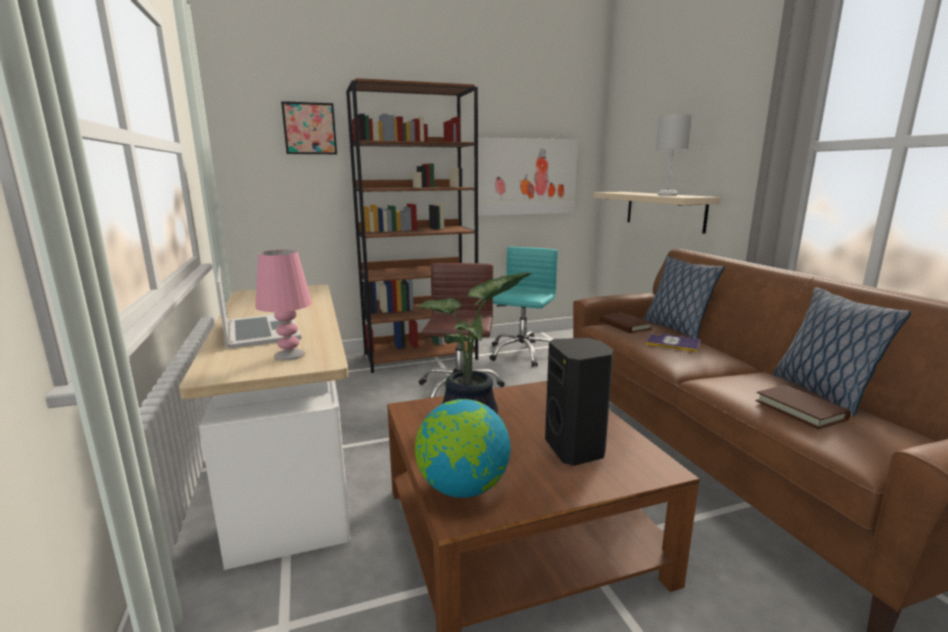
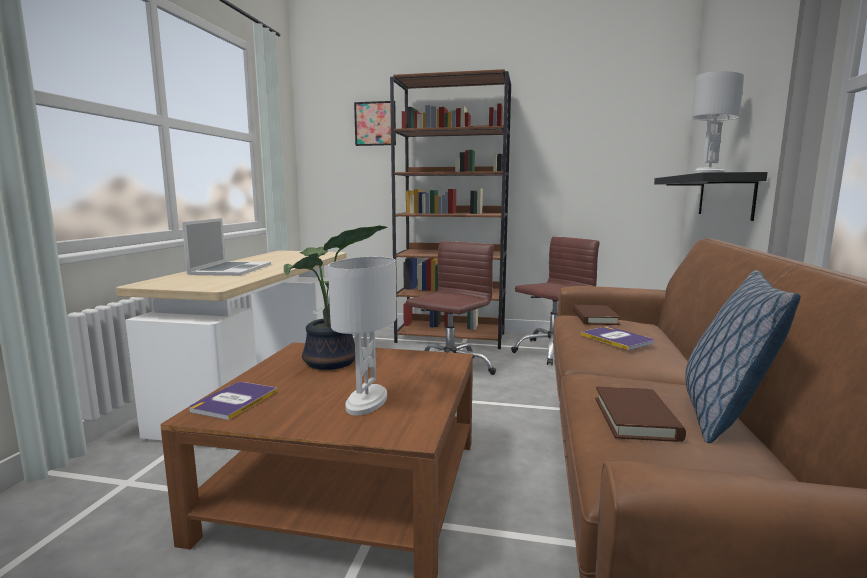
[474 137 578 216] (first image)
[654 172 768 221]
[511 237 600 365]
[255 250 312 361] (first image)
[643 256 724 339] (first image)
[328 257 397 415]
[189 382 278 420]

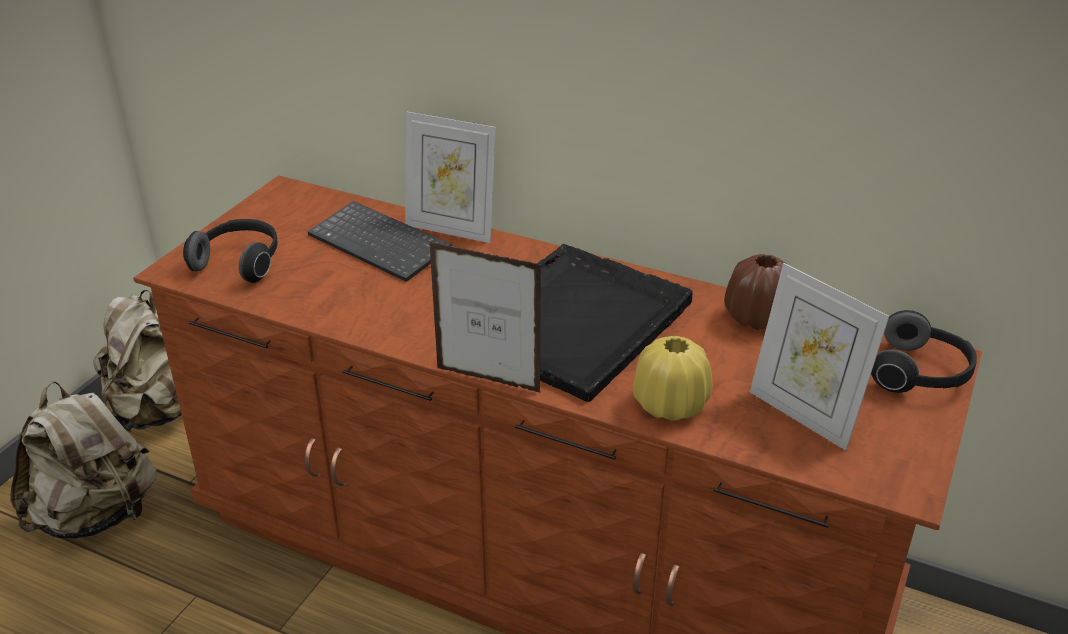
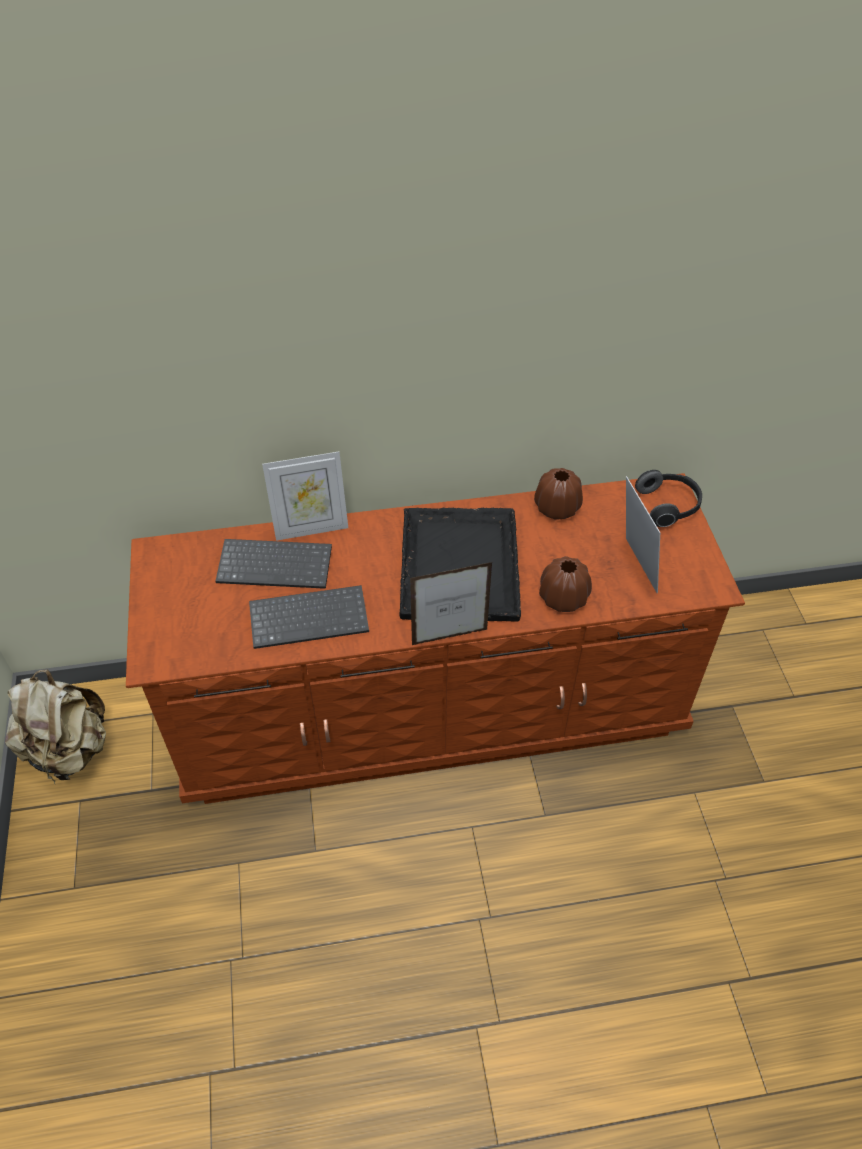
[183 219 278 283] (first image)
[626 476 660 593]
[539 556 592 612]
[10 381 156 538] (first image)
[249 585 369 649]

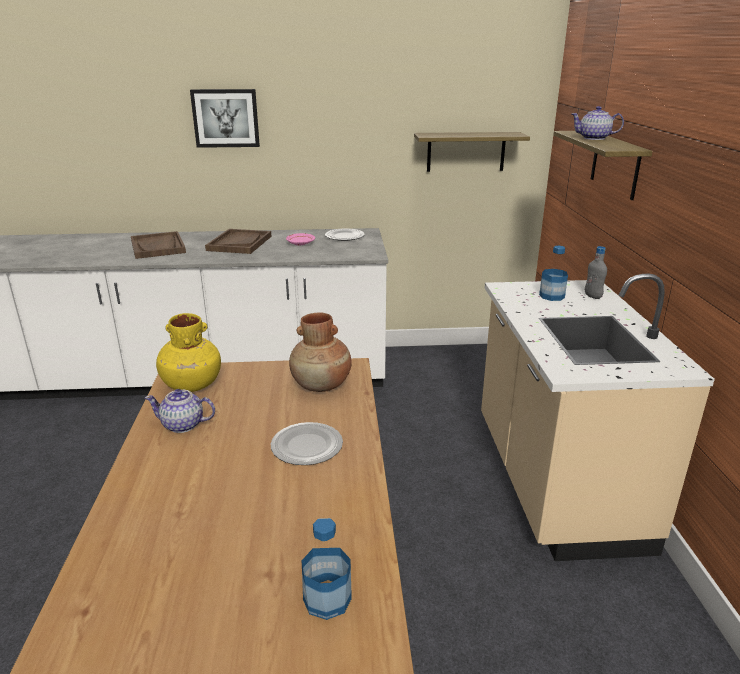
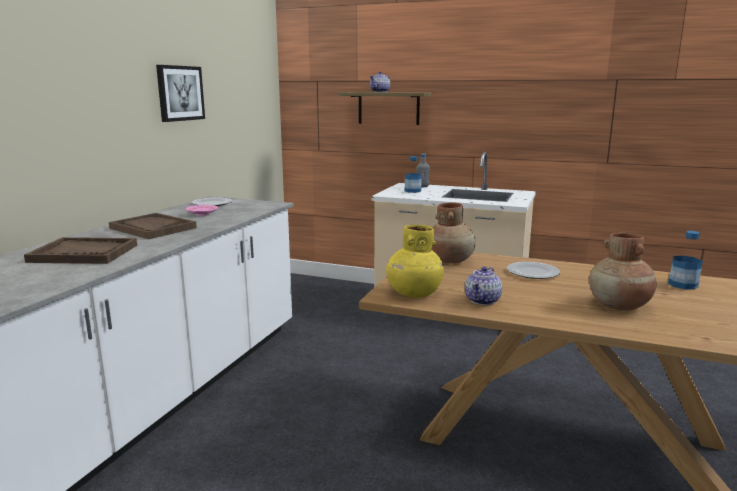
[156 65 205 122]
[414 132 530 172] (first image)
[589 232 657 310]

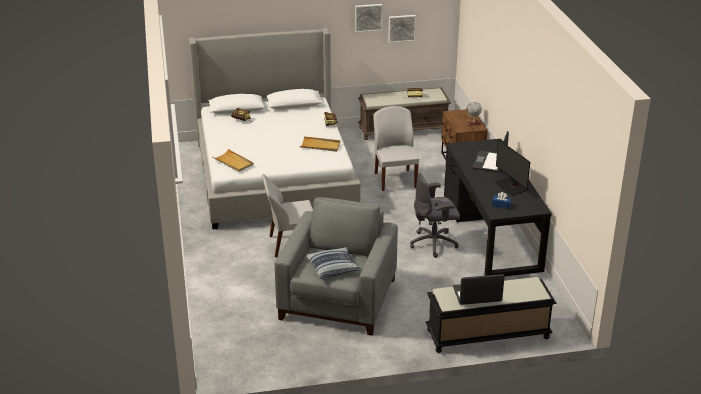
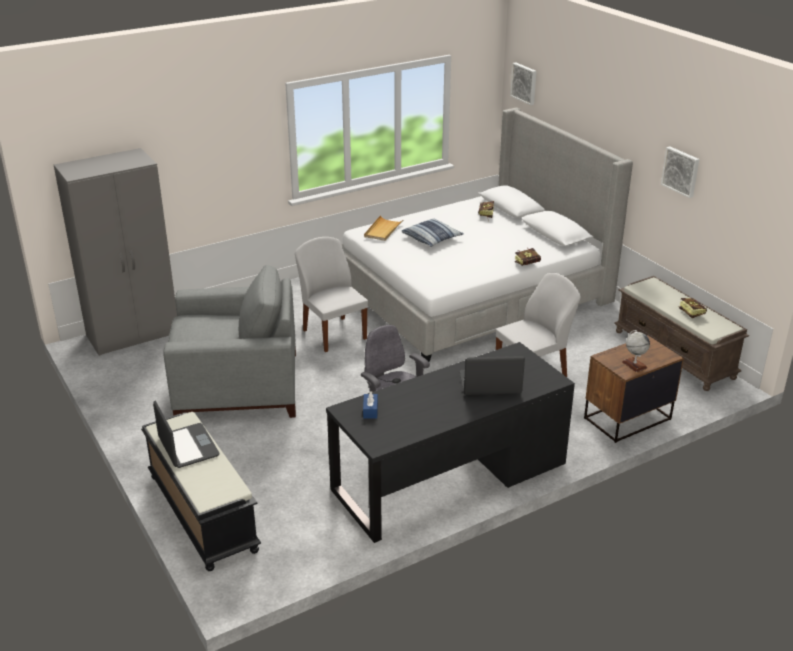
[510 62 537 105]
[300 136 341 152] (first image)
[494 139 530 195] (first image)
[401 218 463 247]
[54 148 177 356]

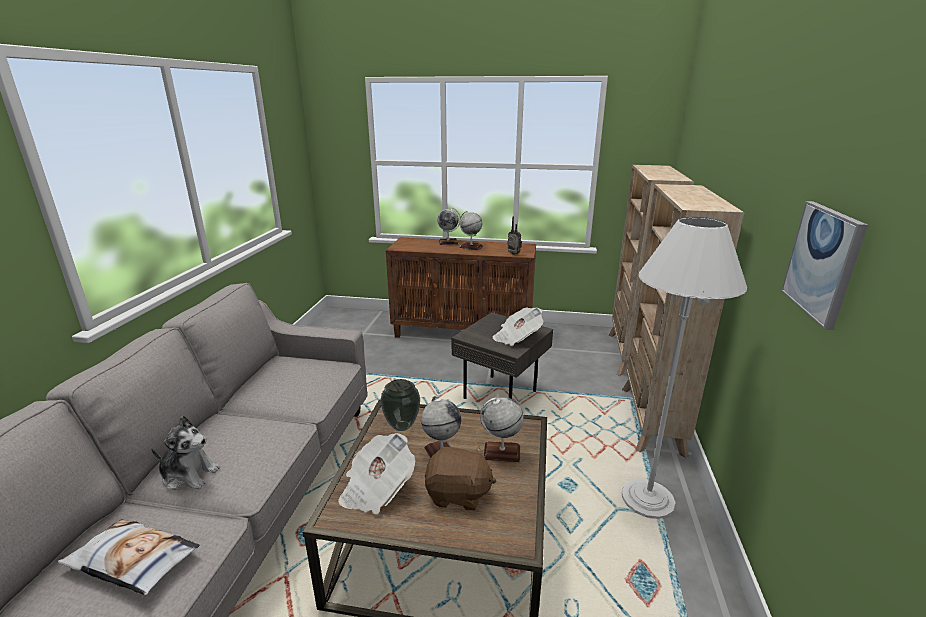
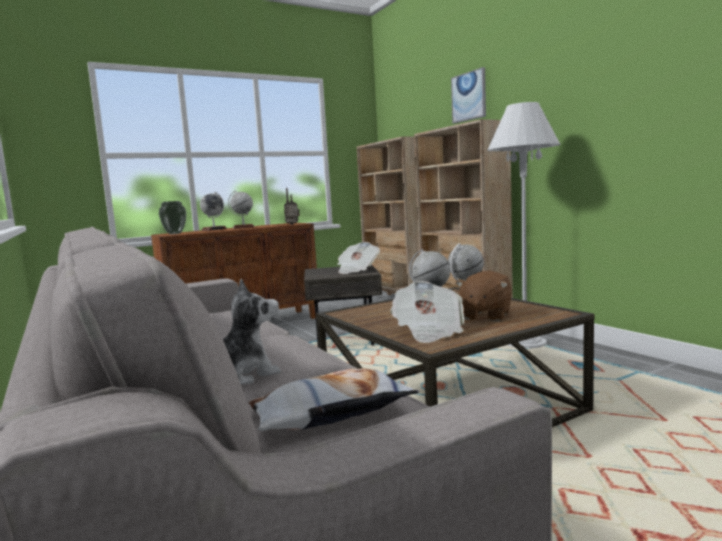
[451 67 486 124]
[159 201 186 234]
[456 271 512 321]

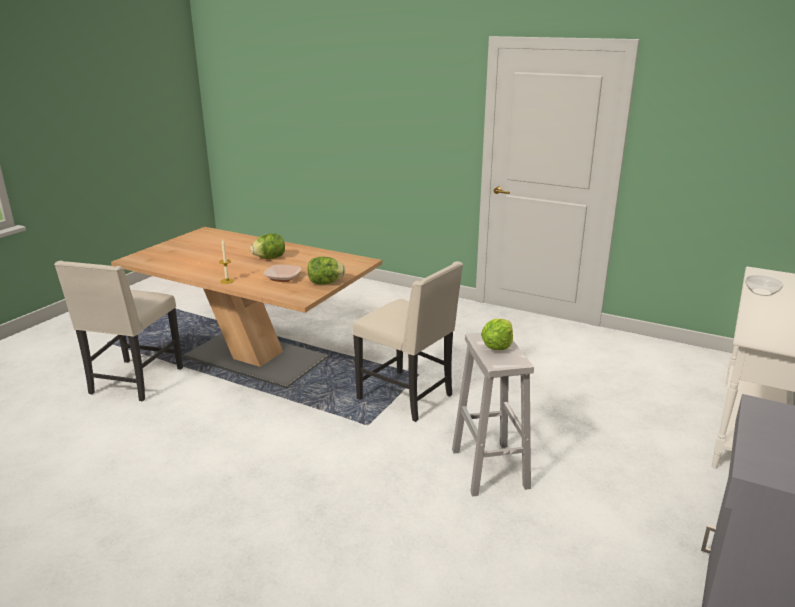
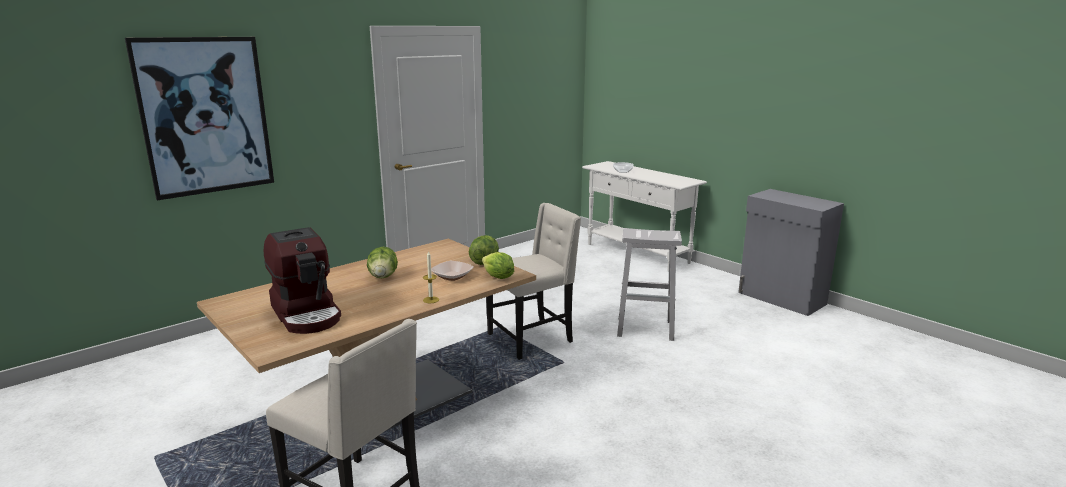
[482 252 514 279]
[125 37 274 200]
[264 227 341 334]

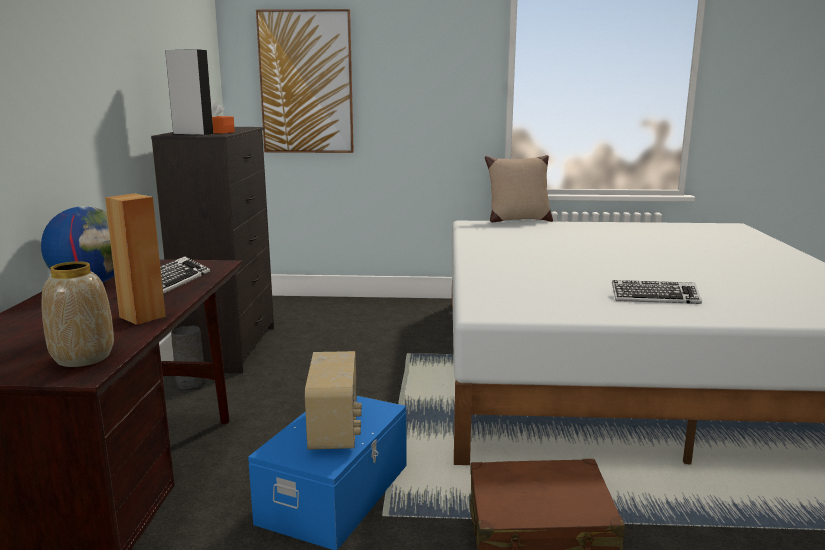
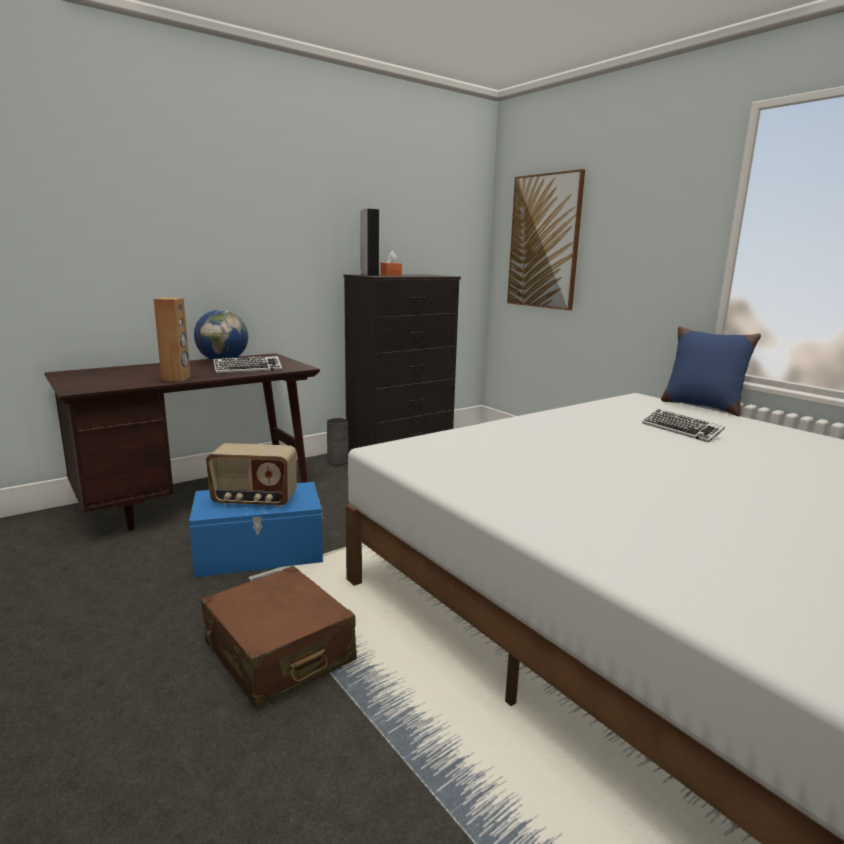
[661 326 761 416]
[42 261 114 367] (first image)
[642 409 725 442]
[206 443 297 507]

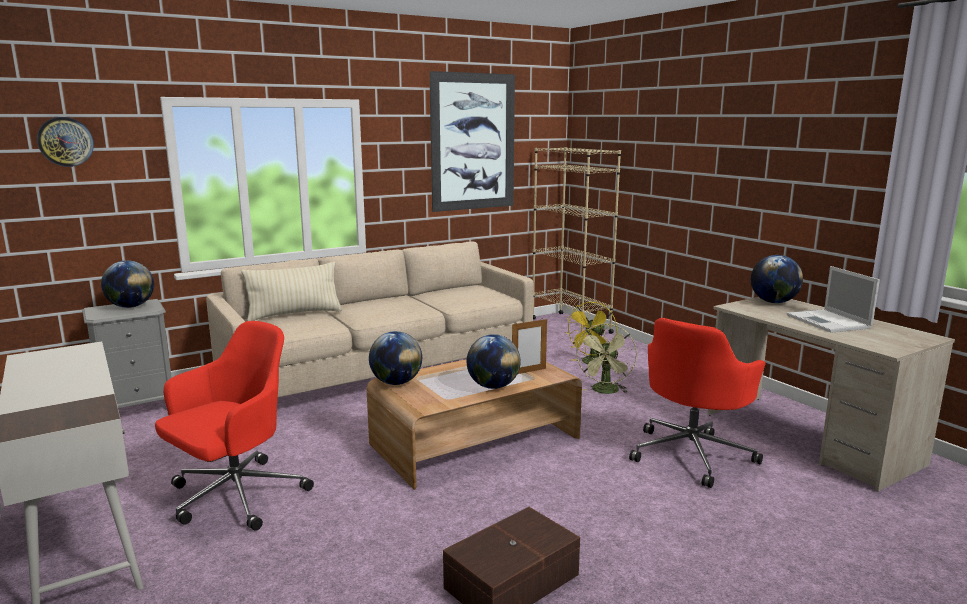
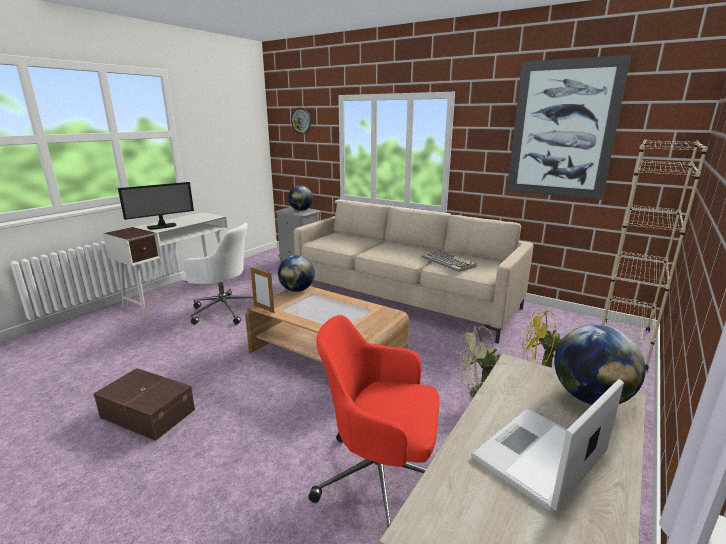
[241 262 342 321] (first image)
[250 267 274 313]
[180 223 253 325]
[467 334 521 389] (first image)
[118 182 194 230]
[421 250 476 272]

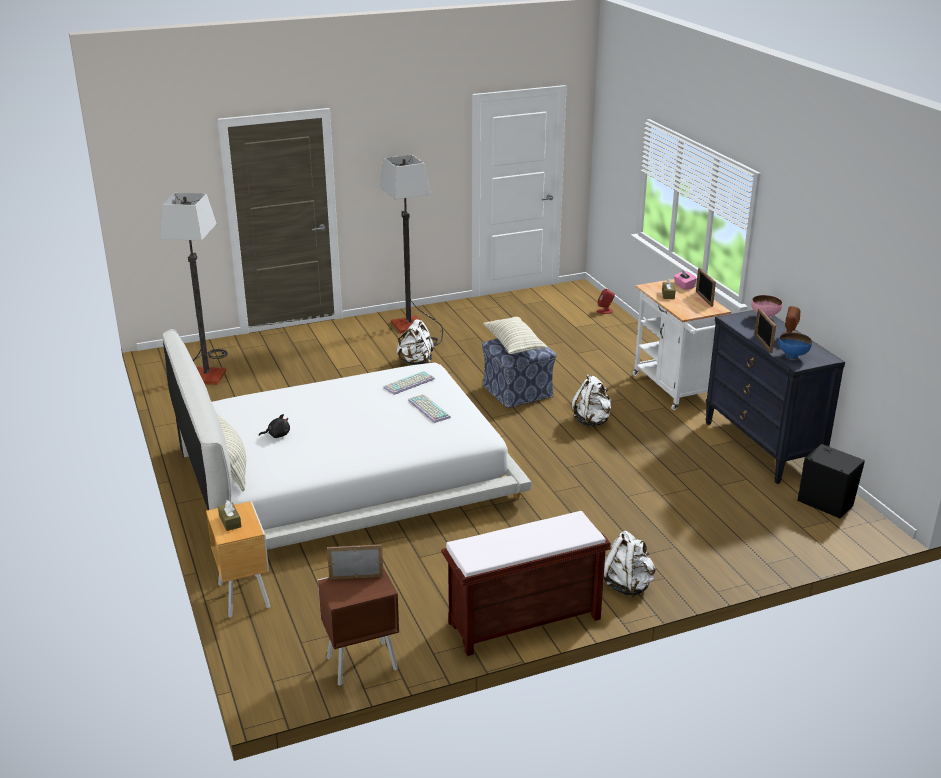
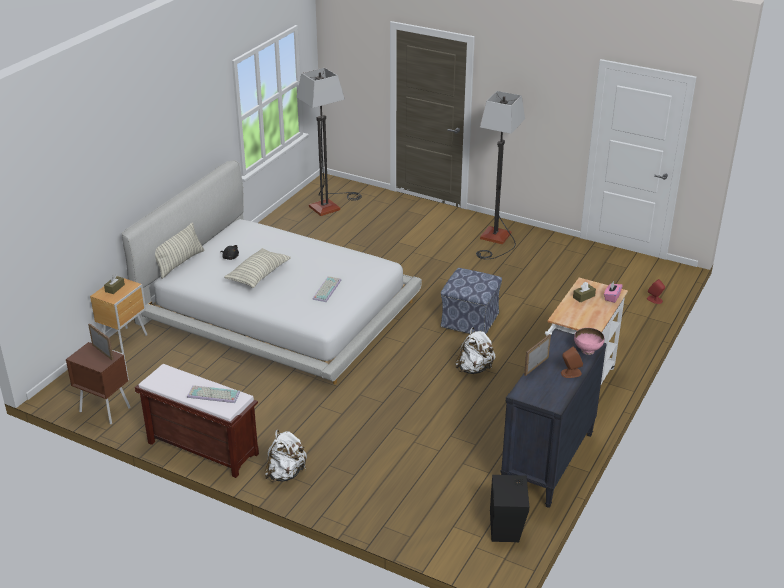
[696 268 716 307] (first image)
[224 248 291 288]
[396 319 434 365] (first image)
[778 333 812 360] (first image)
[187 385 240 403]

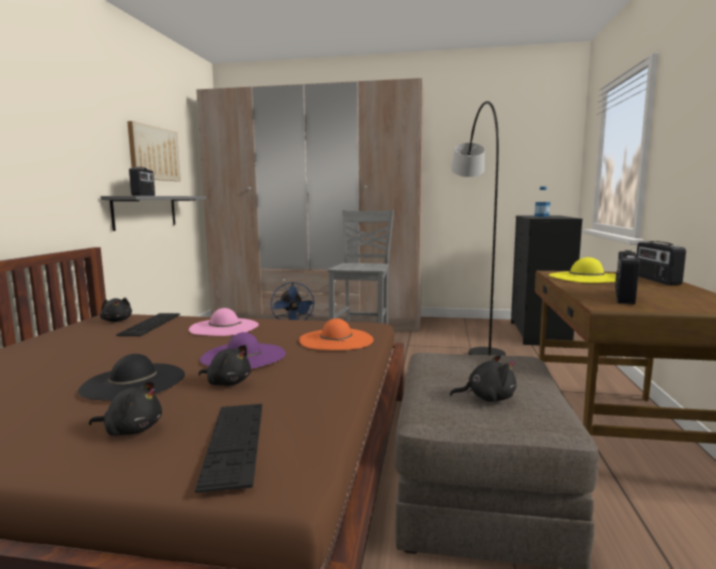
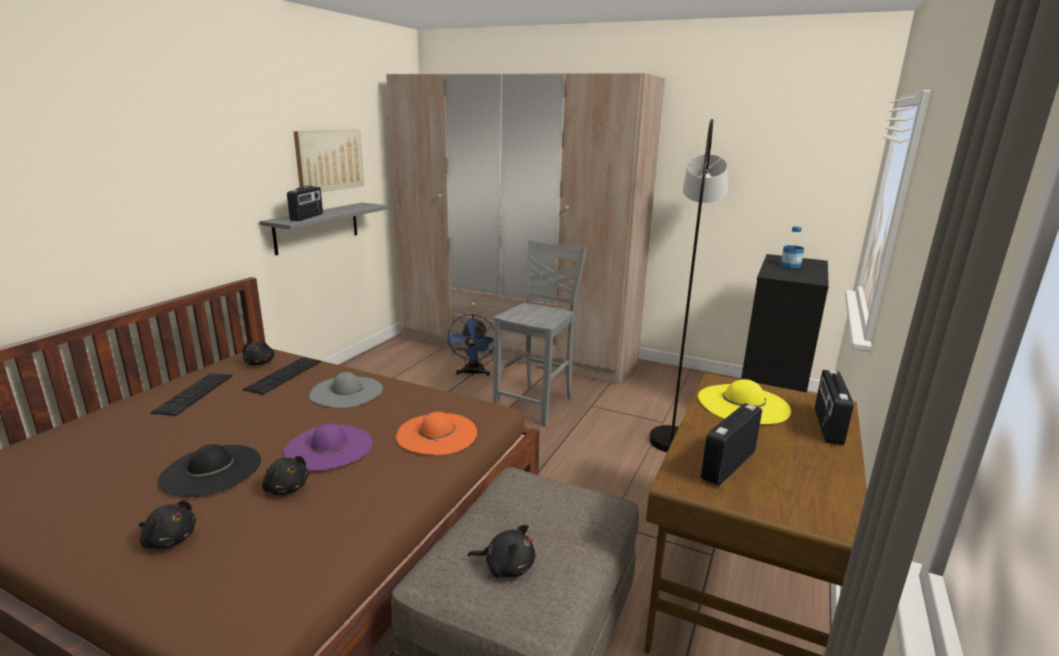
[309 372 383 408]
[150 373 233 416]

